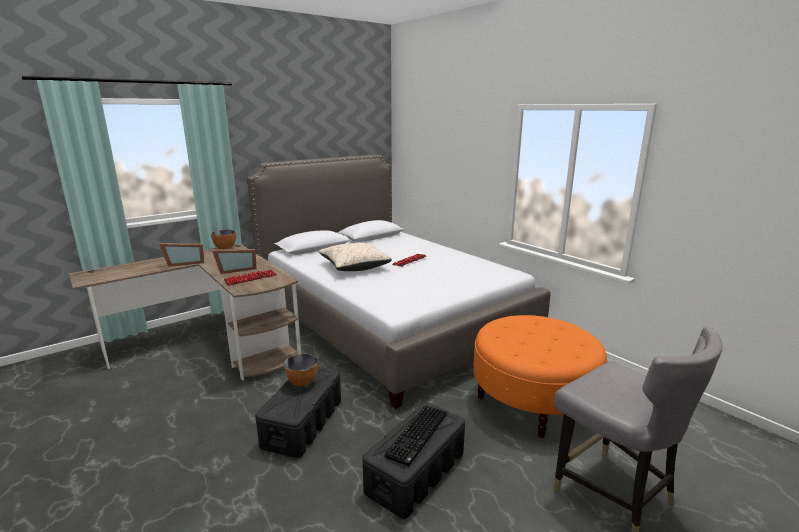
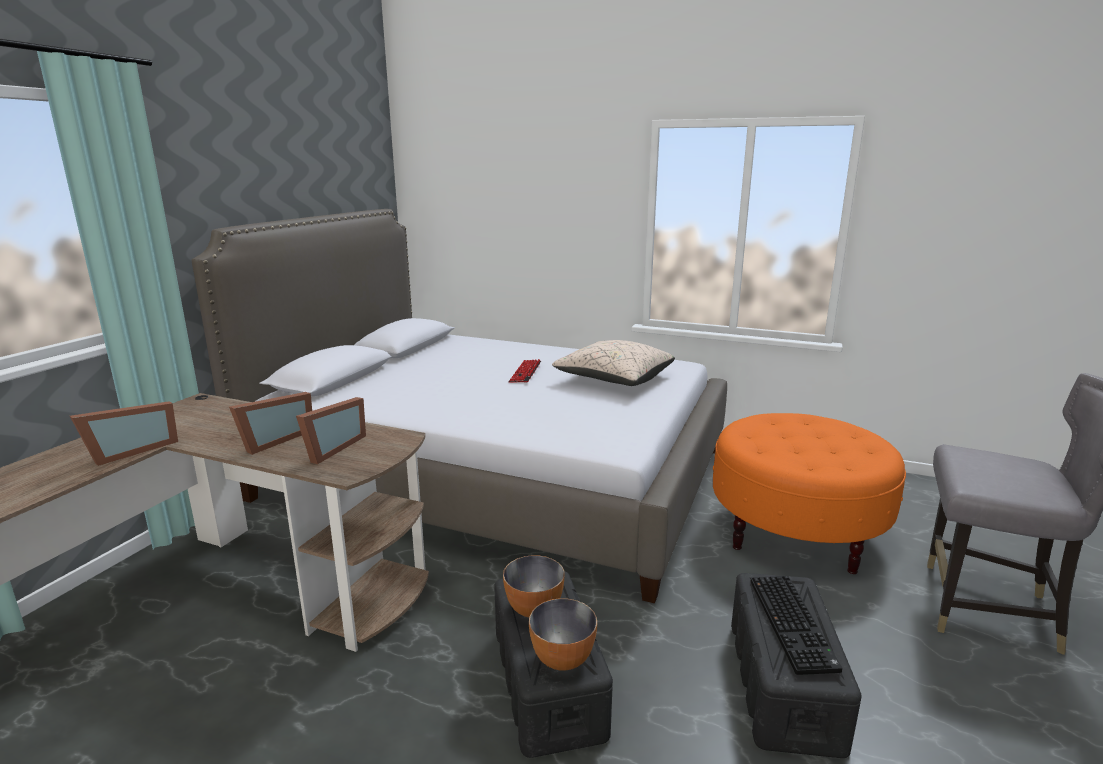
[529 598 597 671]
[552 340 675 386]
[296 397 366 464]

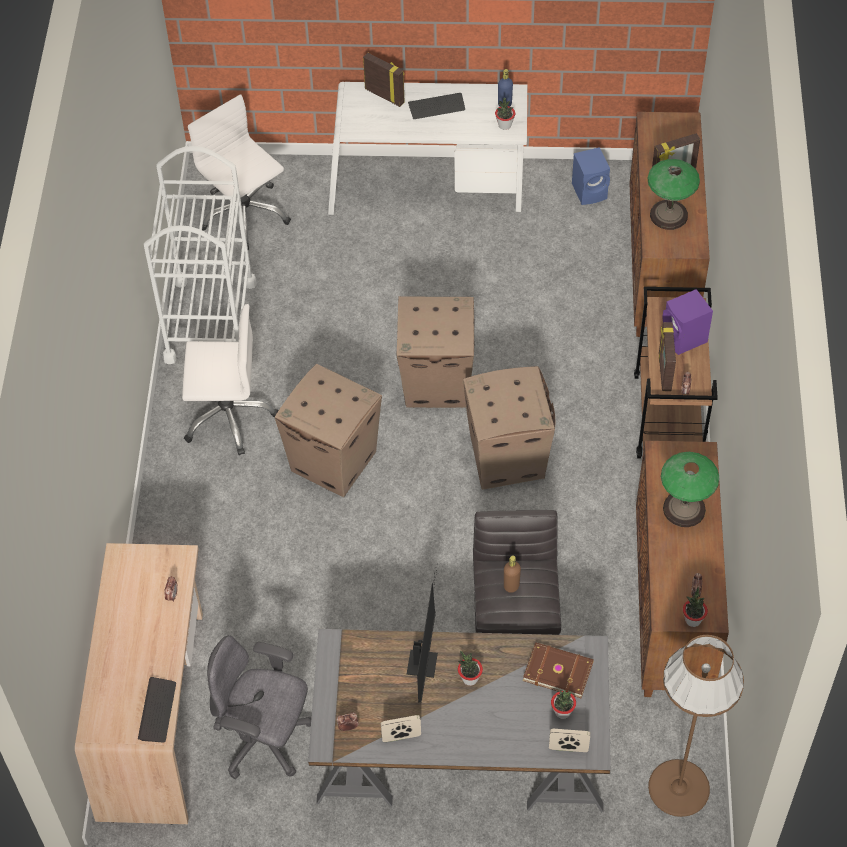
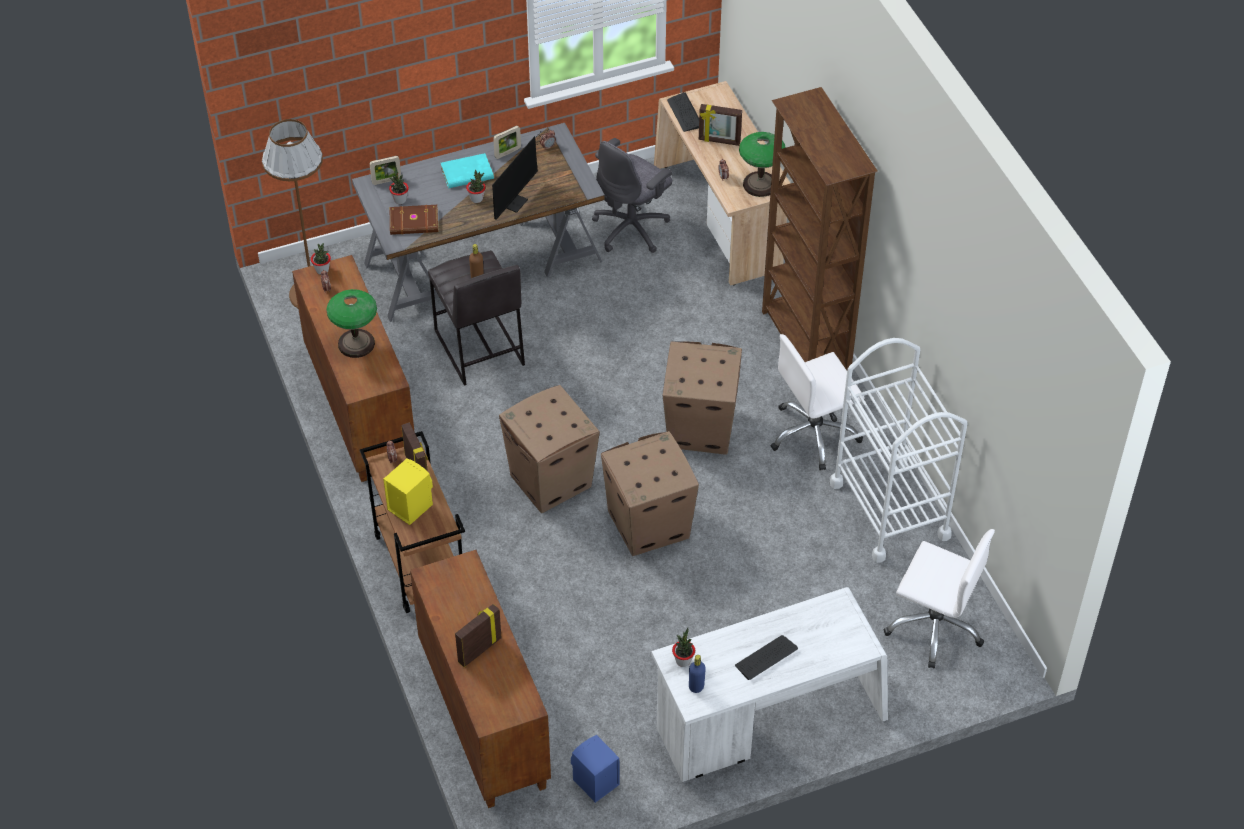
[699 104 742 146]
[739 132 786 197]
[383 458 433 525]
[492 129 548 220]
[592 138 672 253]
[762 87 878 370]
[441 153 494 188]

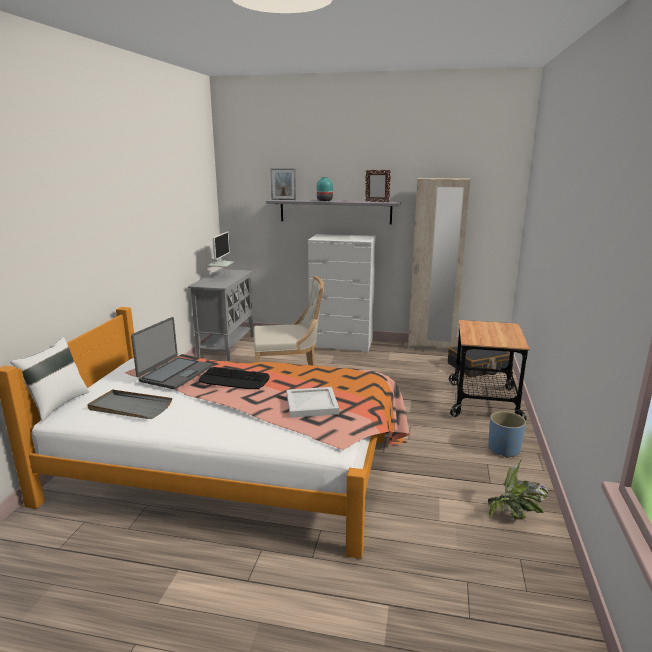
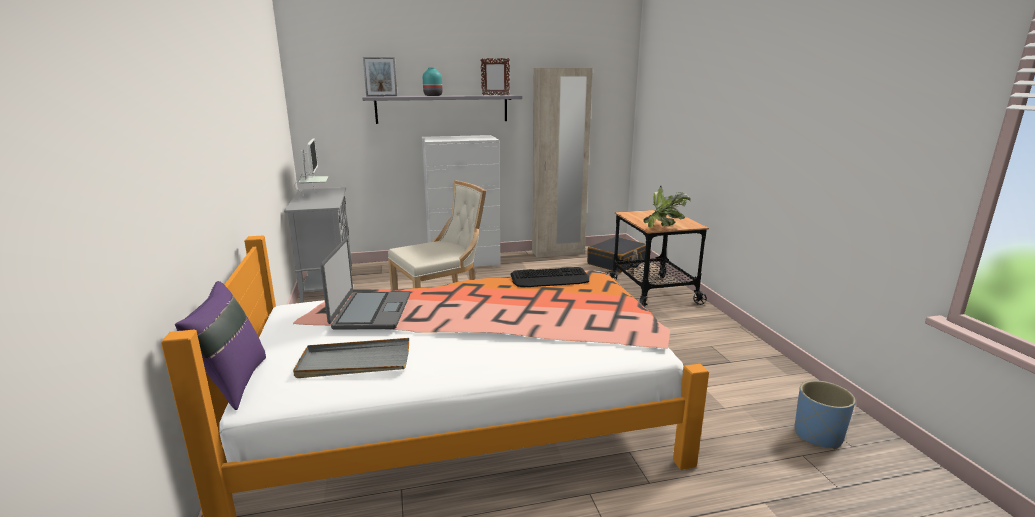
[175 281 266 410]
[511 267 589 287]
[287 387 339 418] (first image)
[794 380 856 449]
[644 186 690 228]

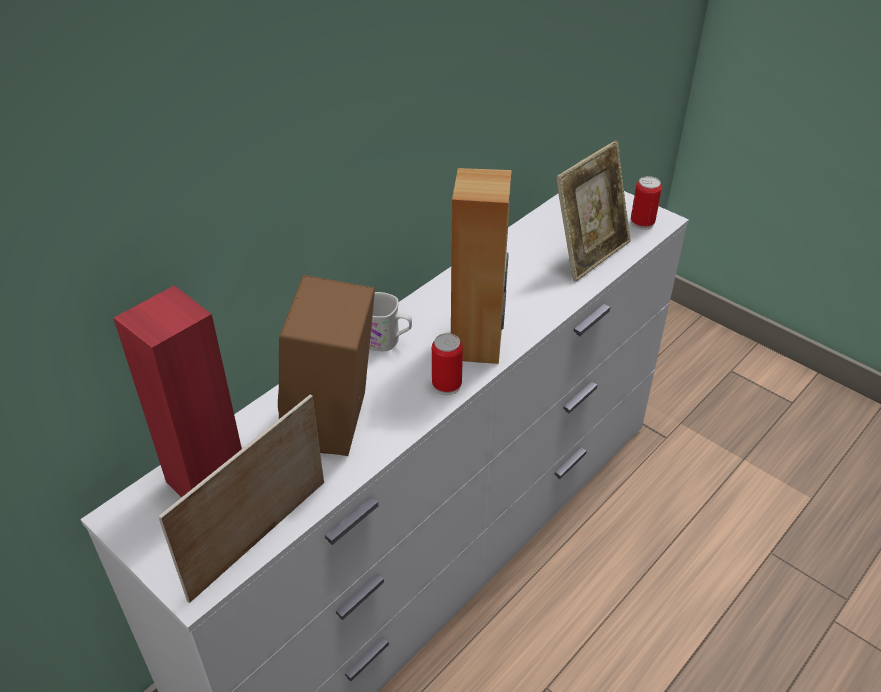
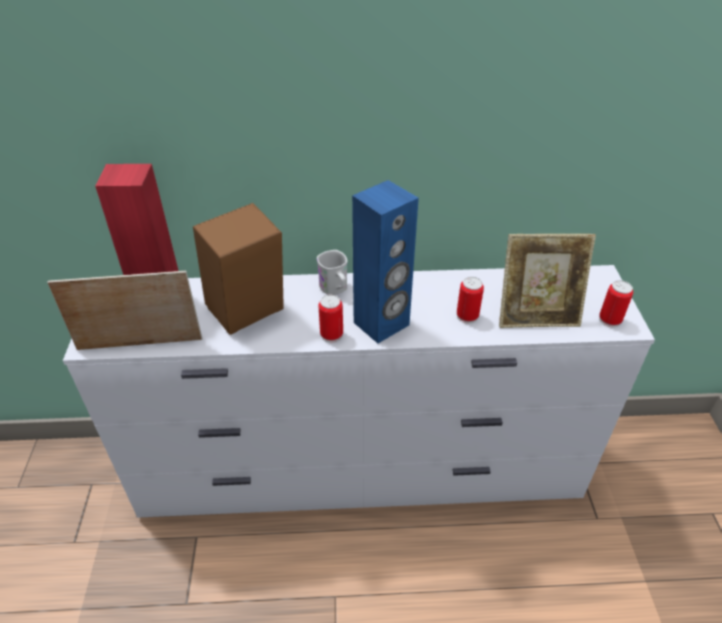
[352 180 419 343]
[457 277 484 324]

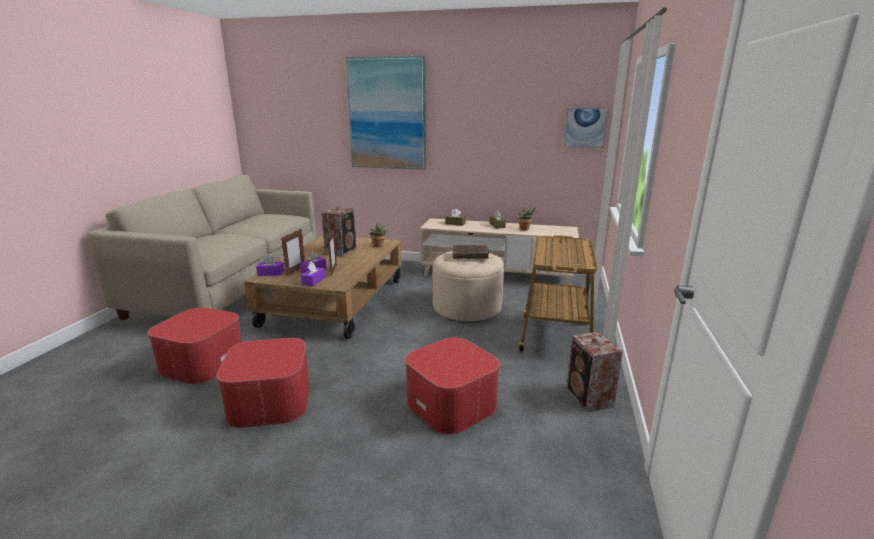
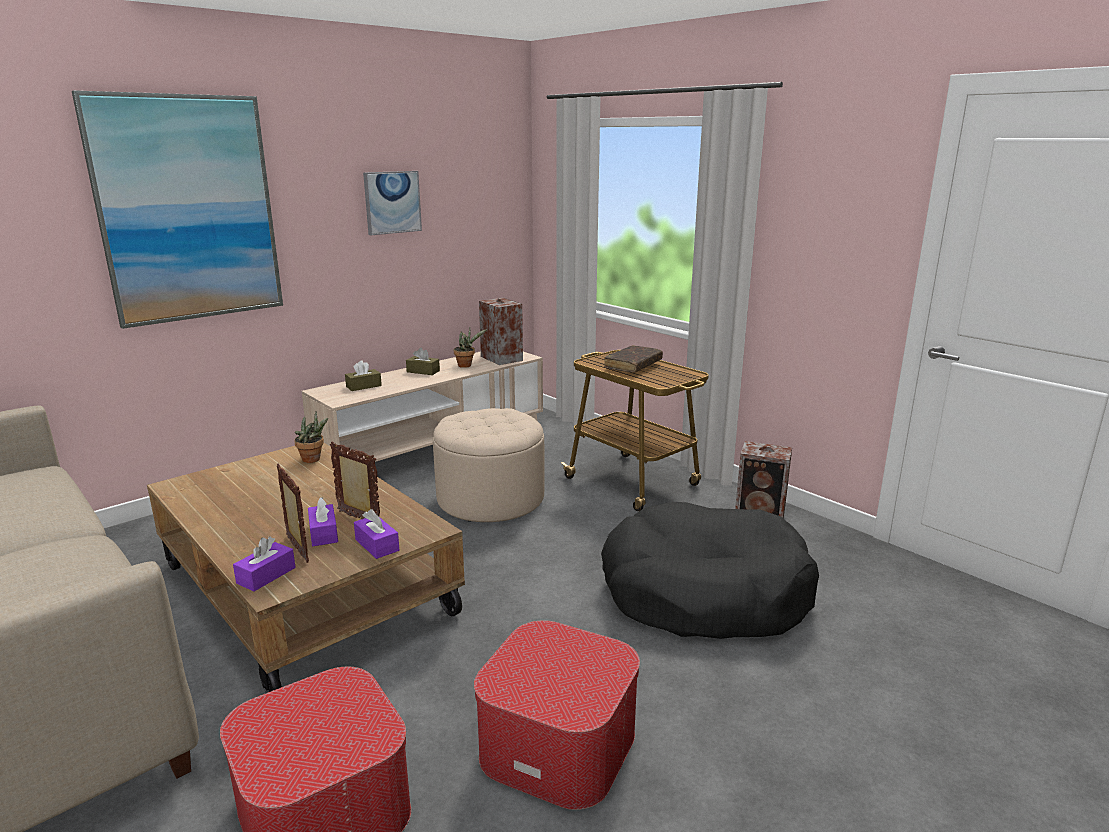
[363 171 422 235]
[479 298 523 365]
[604 345 663 373]
[601 502 819 639]

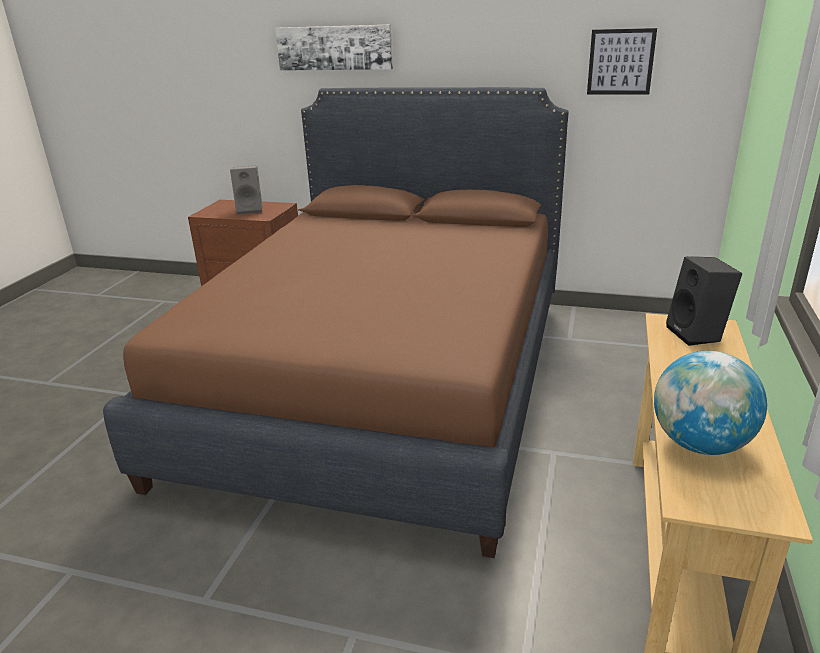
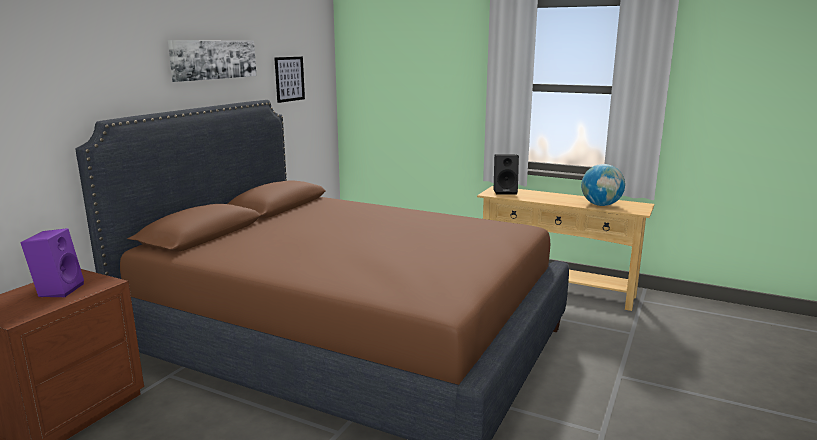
[168 40 257 82]
[21 228 84 297]

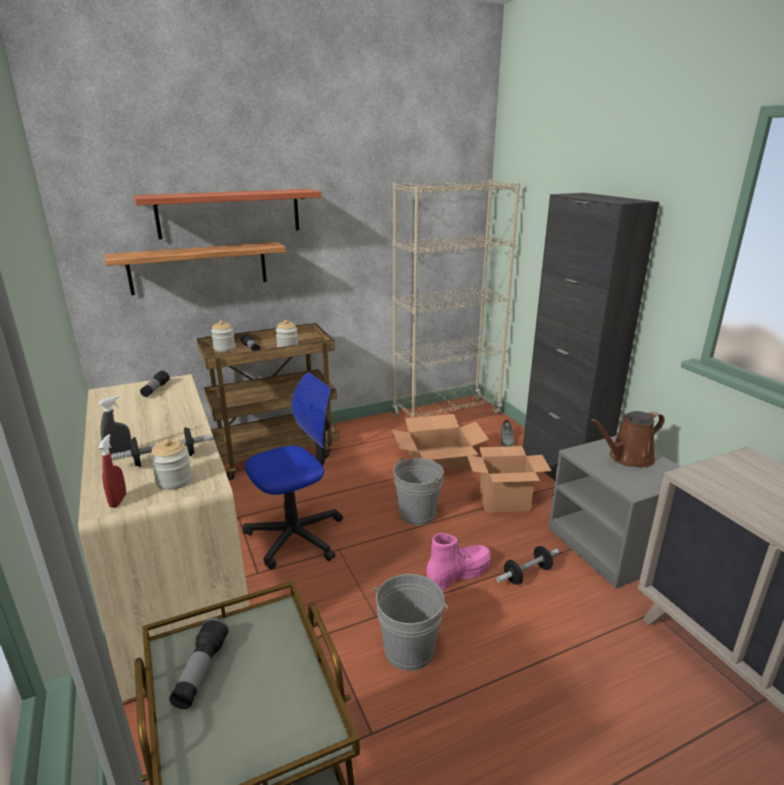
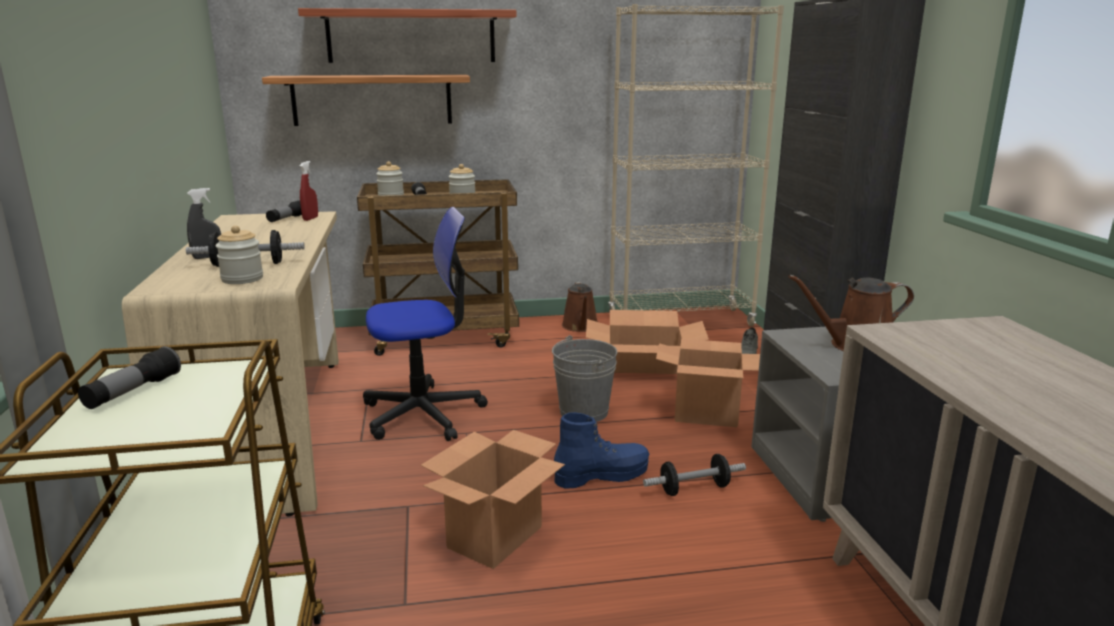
[300 161 318 221]
[554 412 649 489]
[421 430 565 569]
[562 282 598 332]

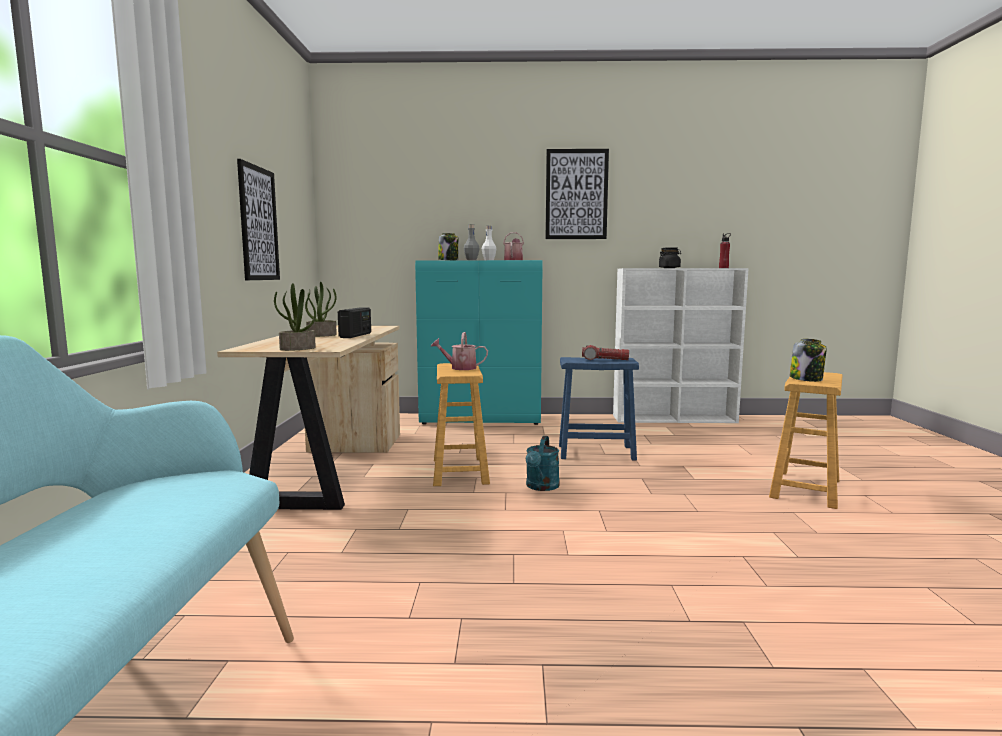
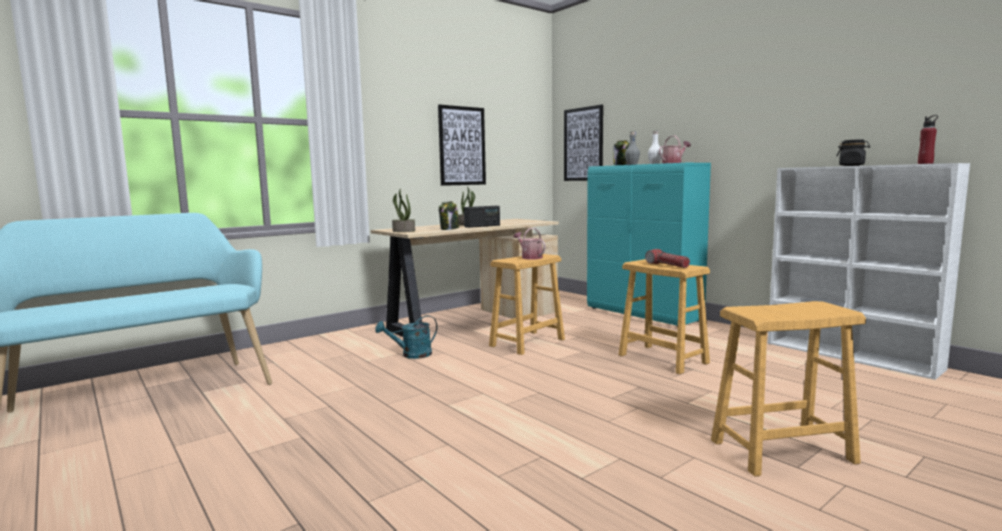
[564 105 603 181]
[439 201 459 230]
[618 259 710 374]
[375 315 437 359]

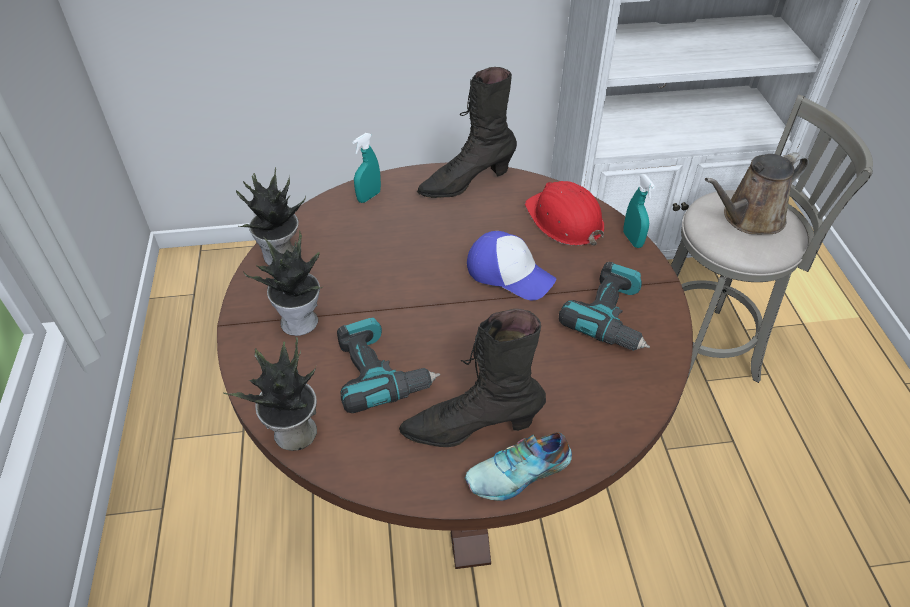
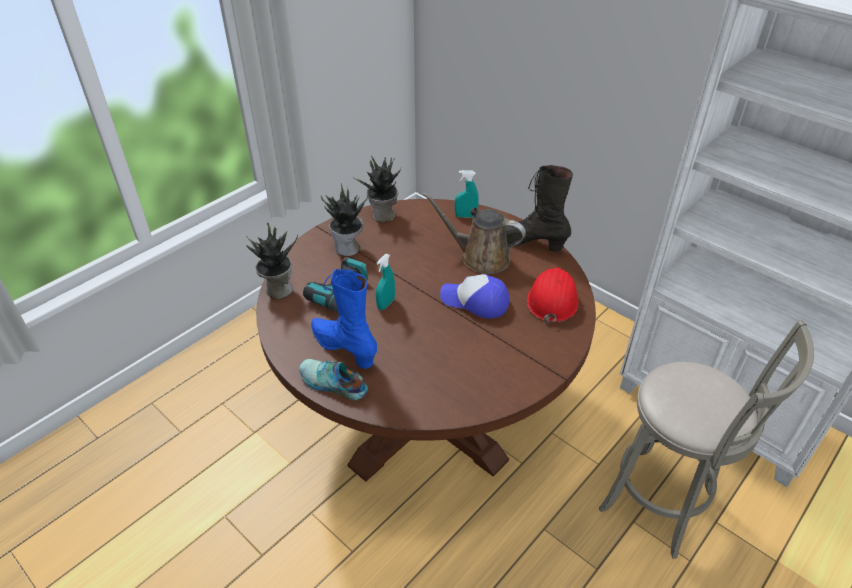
[422 192 526 274]
[376 254 395 310]
[440 274 510 319]
[559 262 650 351] (first image)
[311 269 377 369]

